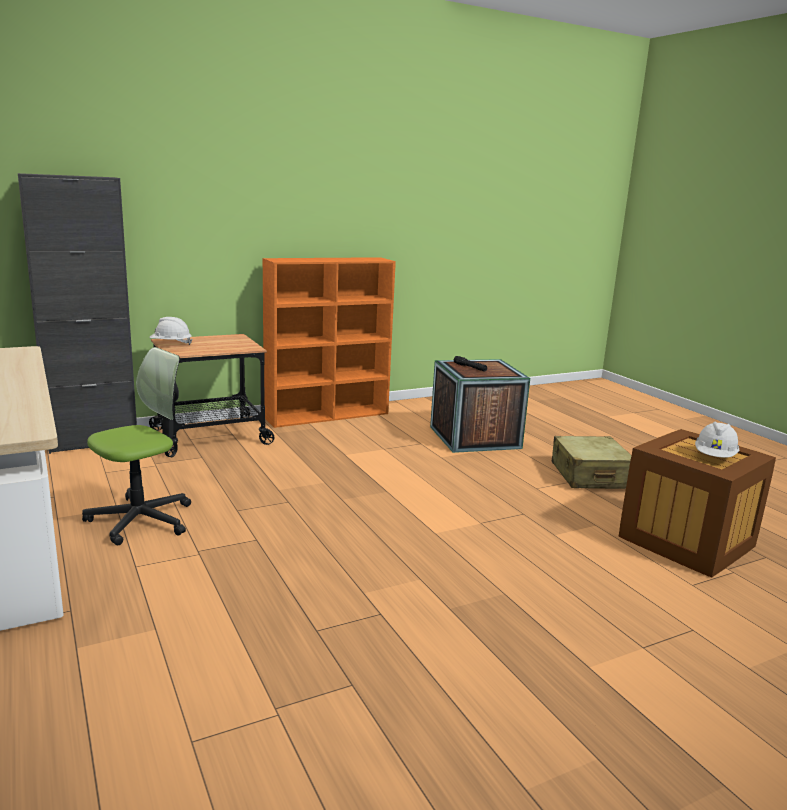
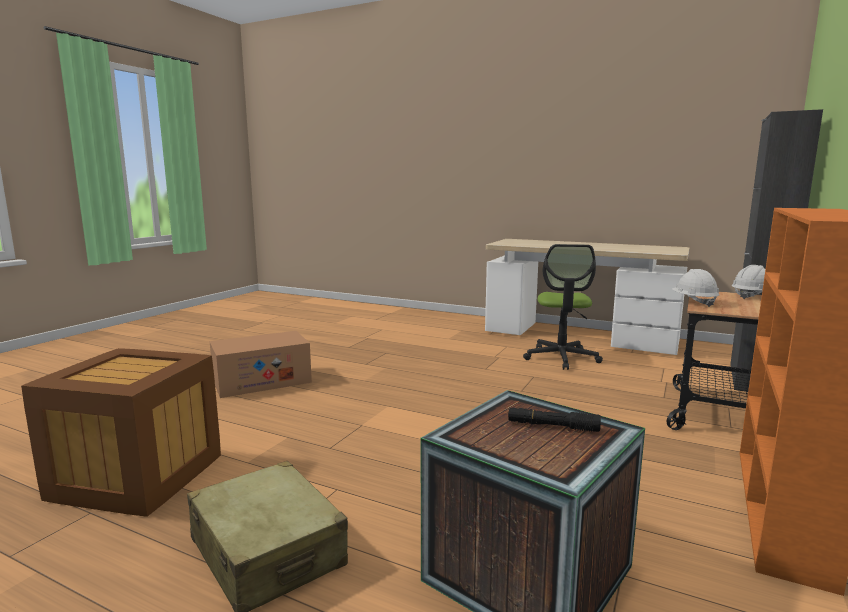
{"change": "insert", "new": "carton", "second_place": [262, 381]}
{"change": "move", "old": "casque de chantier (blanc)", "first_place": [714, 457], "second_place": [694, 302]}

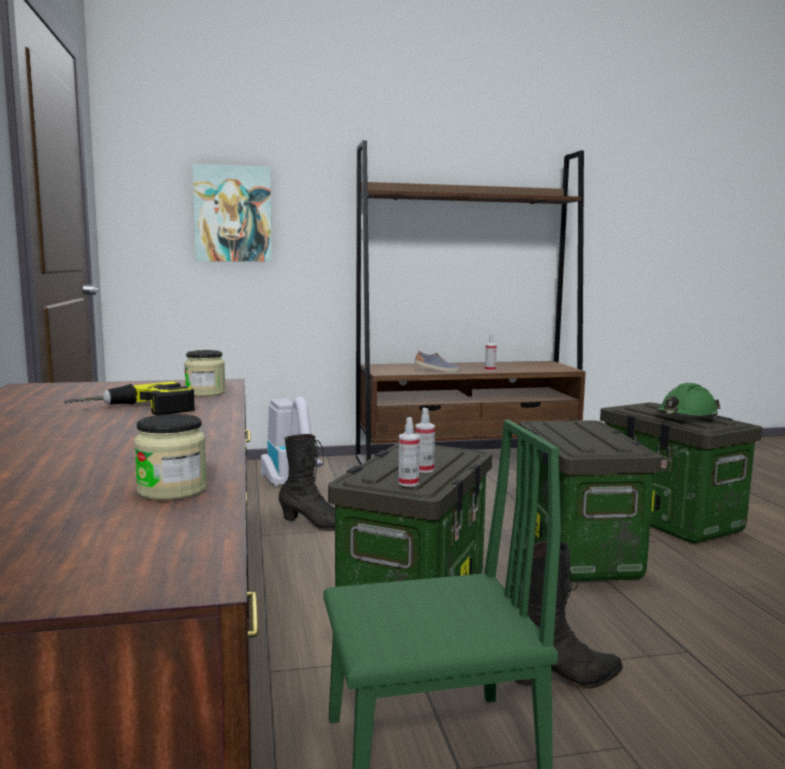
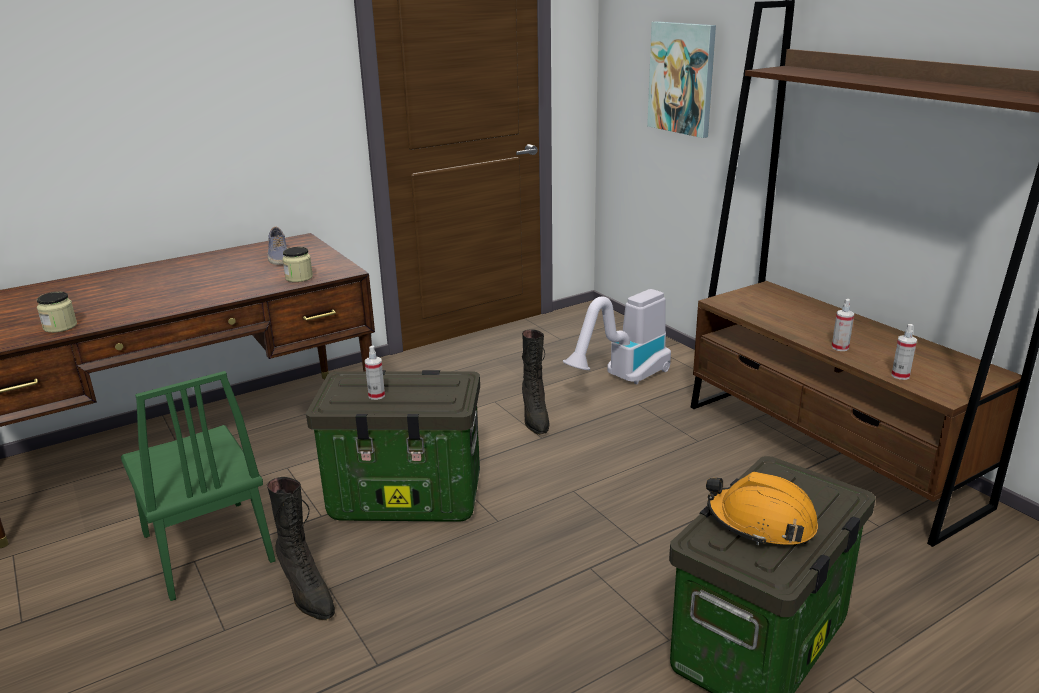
{"change": "delete", "old": "perceuse", "first_place": [136, 410]}
{"change": "delete", "old": "boîte de rangement", "first_place": [574, 553]}
{"change": "move", "old": "vaporisateur", "first_place": [408, 483], "second_place": [900, 375]}
{"change": "move", "old": "chaussure", "first_place": [437, 371], "second_place": [278, 257]}
{"change": "recolor", "old": "casque de chantier (vert)", "new": "casque de chantier (orange)", "first_place": [686, 417], "second_place": [761, 523]}

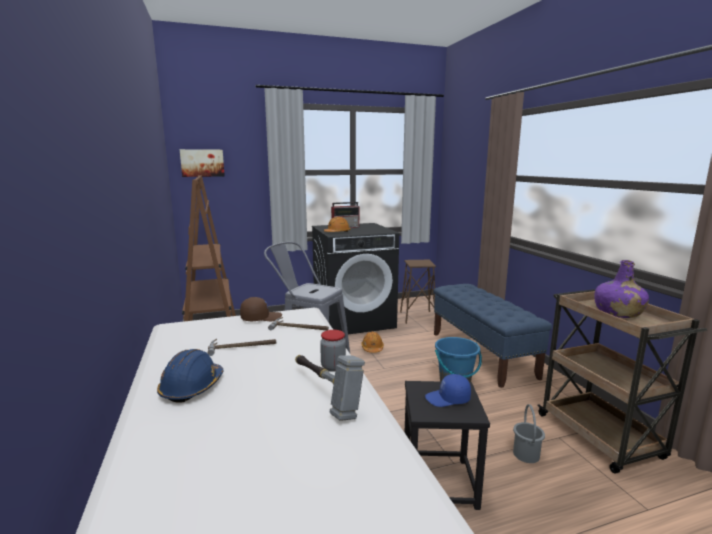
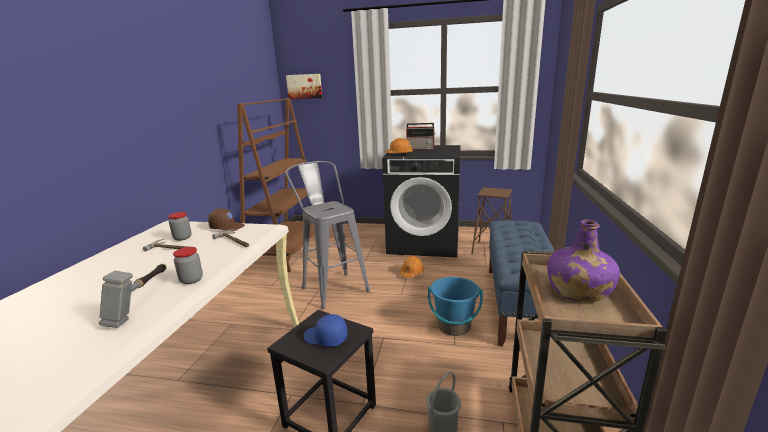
{"change": "delete", "old": "casque de chantier (bleu)", "first_place": [192, 387]}
{"change": "insert", "new": "bocal", "second_place": [182, 238]}

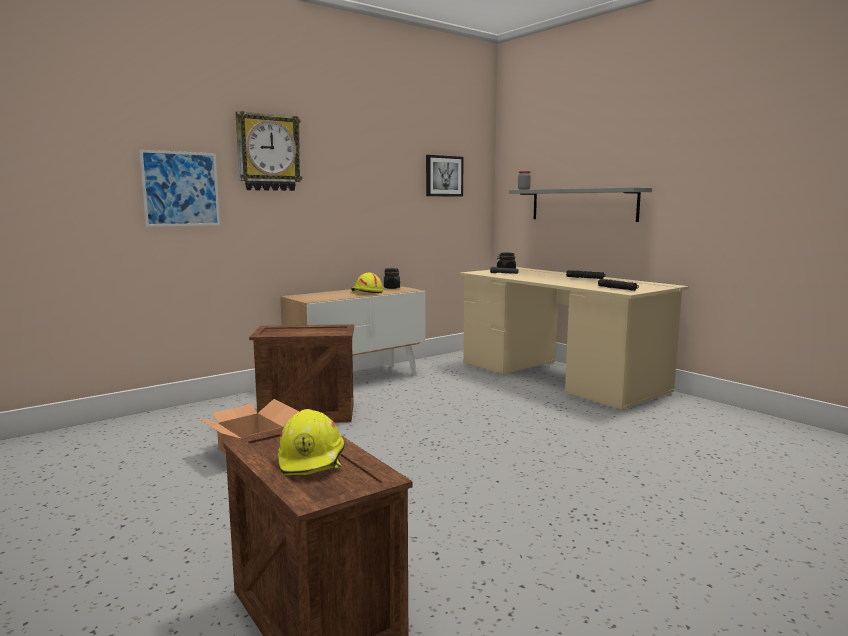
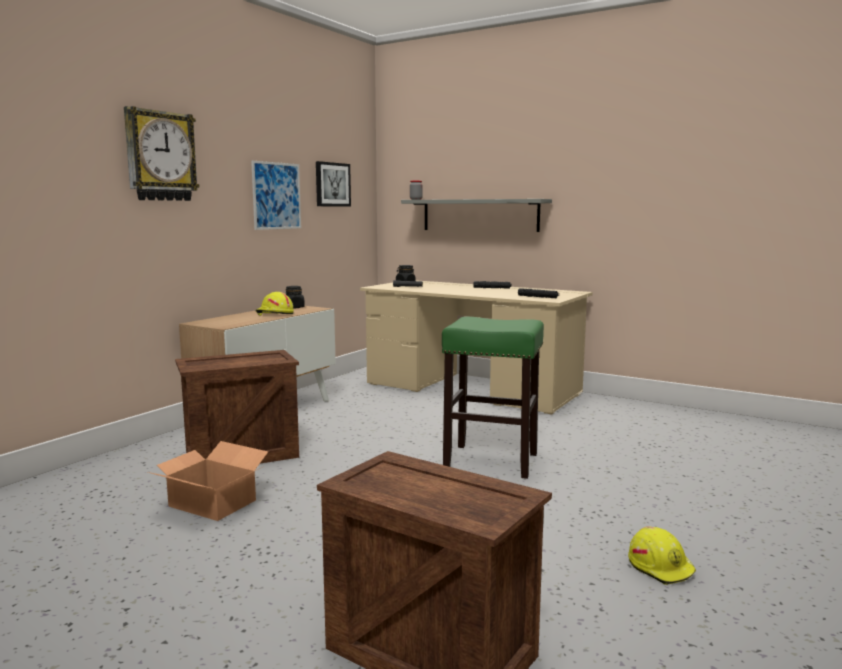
{"change": "insert", "new": "tabouret (vert)", "second_place": [492, 461]}
{"change": "move", "old": "tableau", "first_place": [181, 189], "second_place": [276, 196]}
{"change": "move", "old": "casque de chantier (jaune)", "first_place": [312, 460], "second_place": [661, 567]}

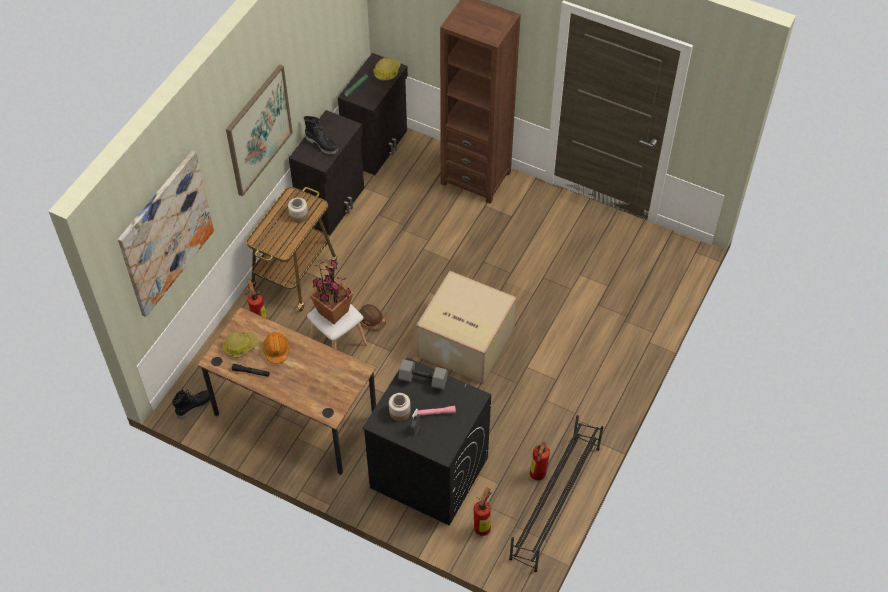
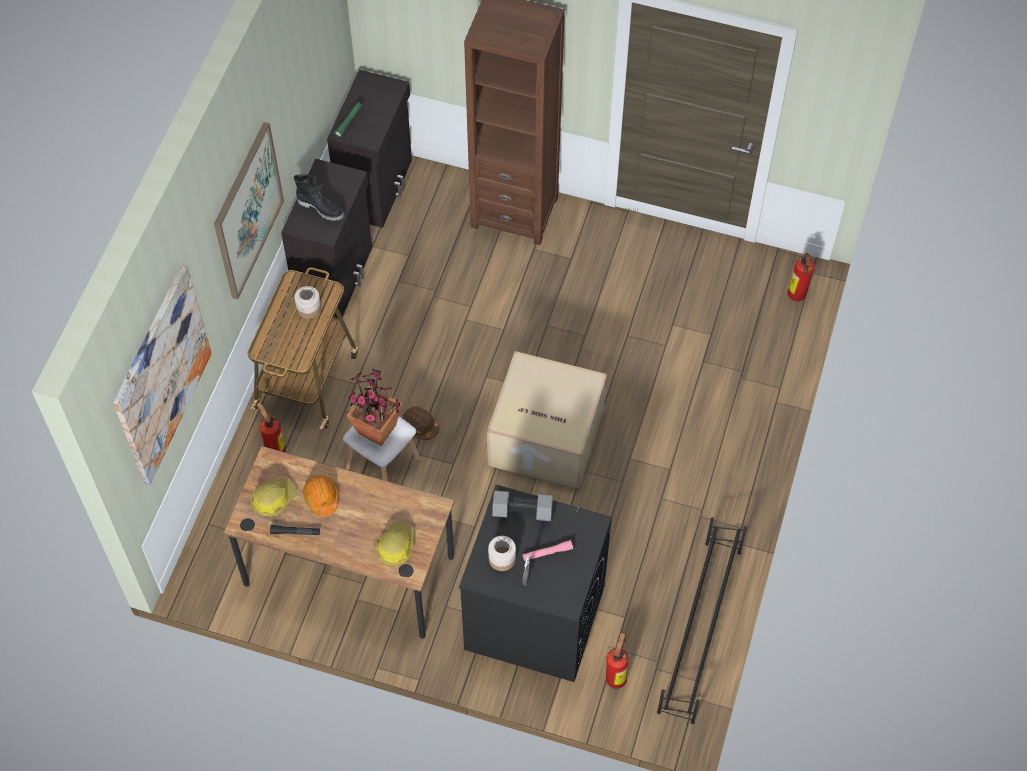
{"change": "delete", "old": "botte (noir)", "first_place": [194, 405]}
{"change": "move", "old": "casque de chantier", "first_place": [387, 72], "second_place": [396, 547]}
{"change": "move", "old": "extincteur", "first_place": [537, 476], "second_place": [796, 297]}

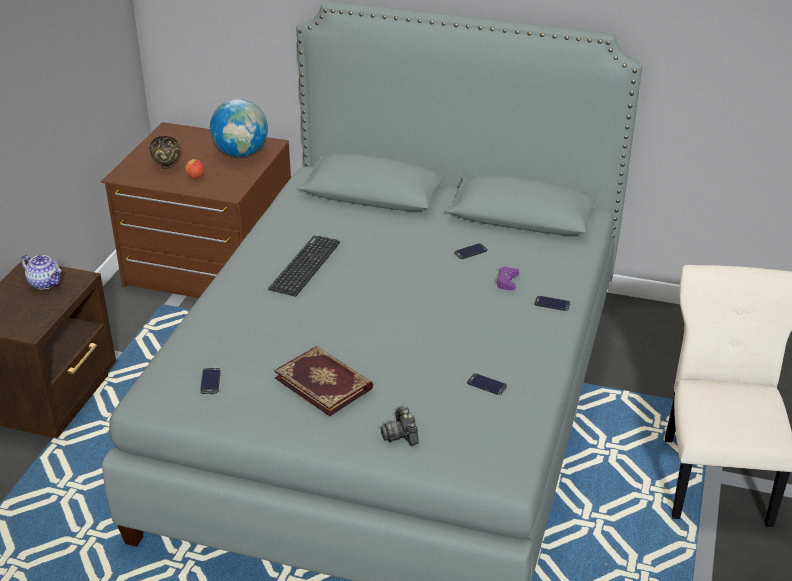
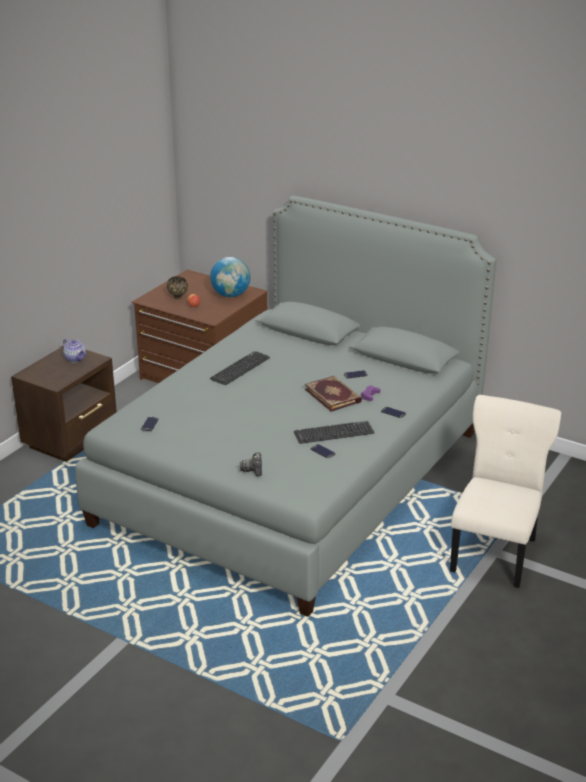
{"change": "insert", "new": "clavier", "second_place": [334, 433]}
{"change": "move", "old": "livre", "first_place": [324, 382], "second_place": [333, 395]}

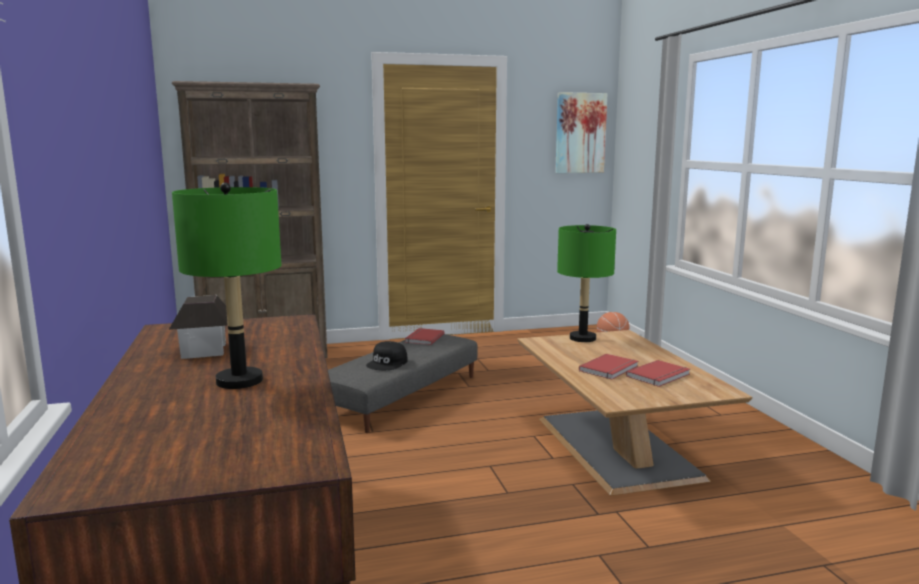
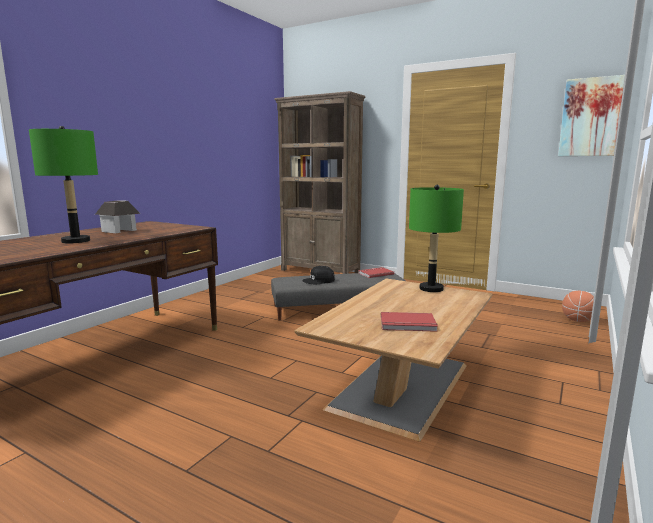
{"change": "delete", "old": "livre (rouge)", "first_place": [610, 369]}

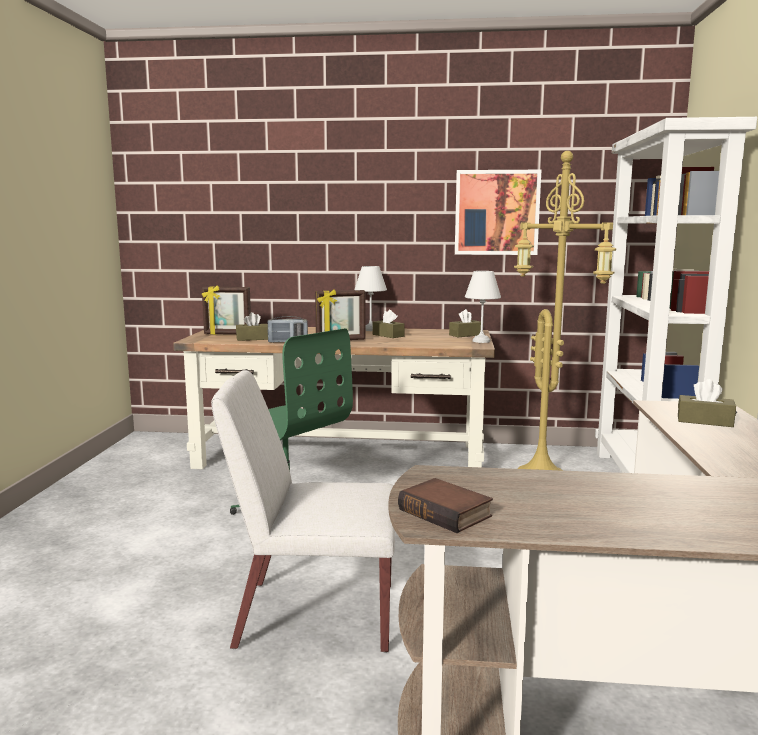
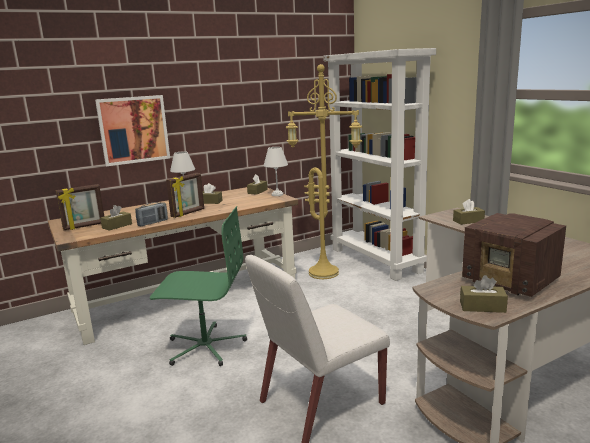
{"change": "insert", "new": "radio", "second_place": [511, 282]}
{"change": "move", "old": "tableau", "first_place": [496, 212], "second_place": [133, 130]}
{"change": "replace", "old": "livre", "new": "boîte à mouchoirs (marron)", "first_place": [447, 512], "second_place": [482, 307]}

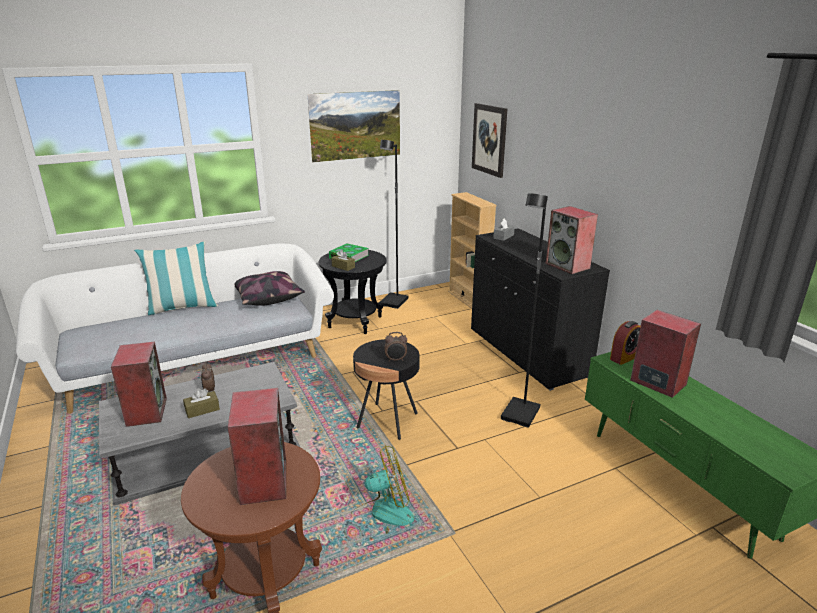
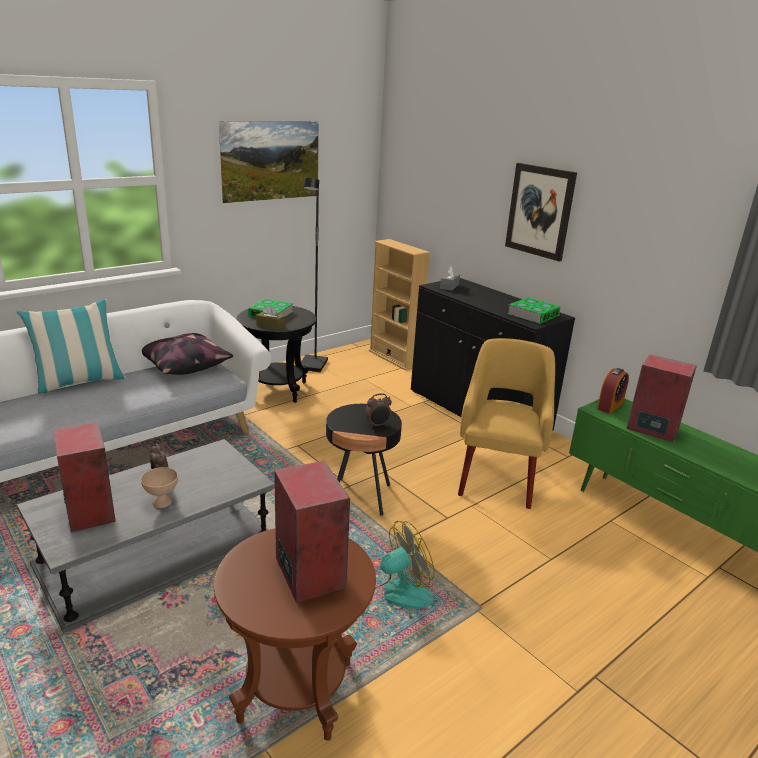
{"change": "move", "old": "tableau", "first_place": [489, 139], "second_place": [540, 211]}
{"change": "replace", "old": "boîte à mouchoirs (marron)", "new": "bol (beige)", "first_place": [202, 410], "second_place": [162, 502]}
{"change": "replace", "old": "lampadaire (noir)", "new": "fauteuil (jaune)", "first_place": [521, 414], "second_place": [498, 476]}
{"change": "replace", "old": "enceinte", "new": "livre", "first_place": [568, 266], "second_place": [533, 315]}

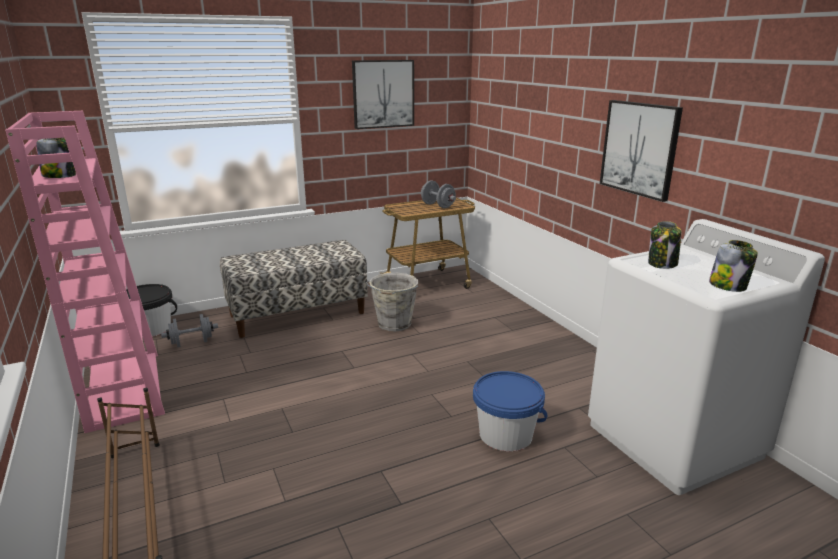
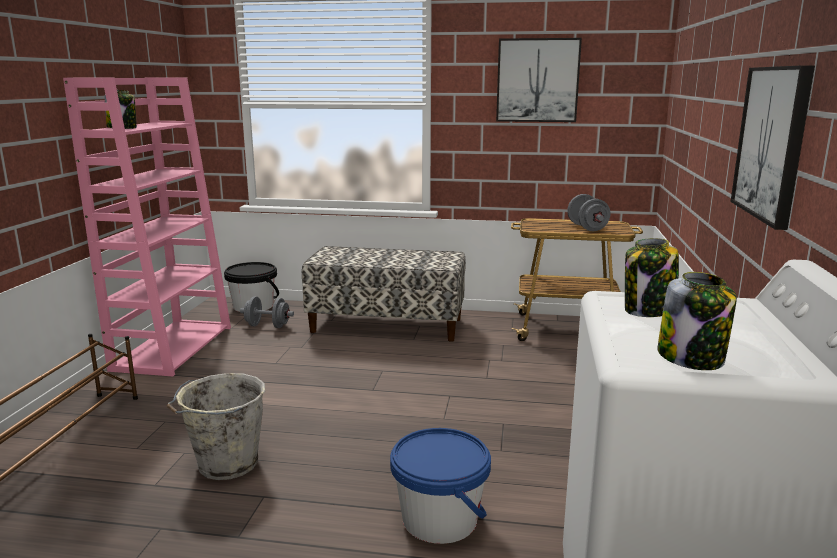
{"change": "move", "old": "seau (gris)", "first_place": [394, 324], "second_place": [225, 464]}

